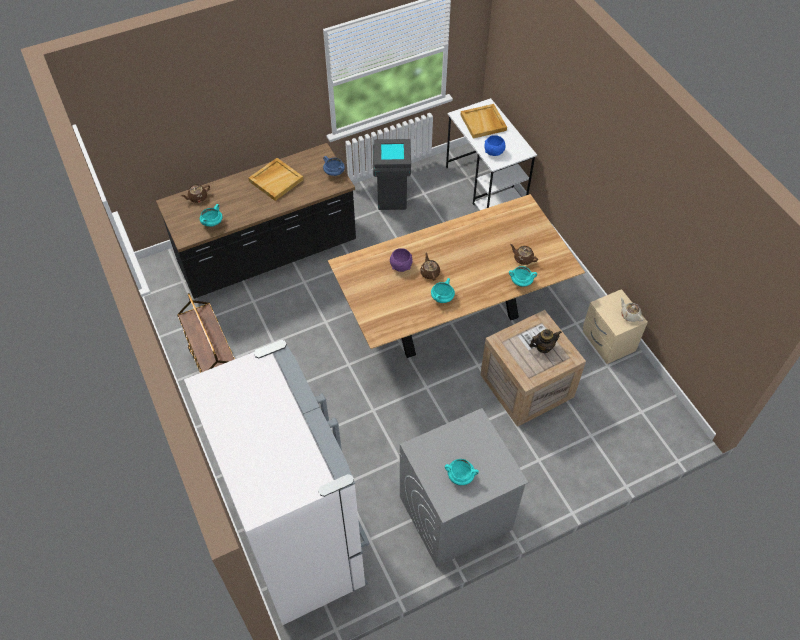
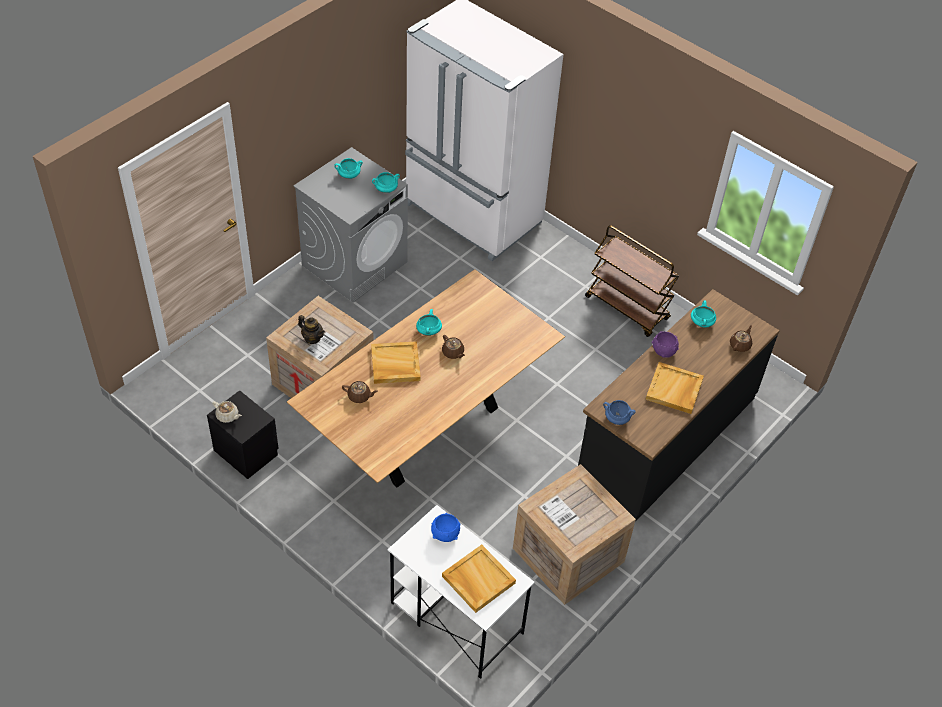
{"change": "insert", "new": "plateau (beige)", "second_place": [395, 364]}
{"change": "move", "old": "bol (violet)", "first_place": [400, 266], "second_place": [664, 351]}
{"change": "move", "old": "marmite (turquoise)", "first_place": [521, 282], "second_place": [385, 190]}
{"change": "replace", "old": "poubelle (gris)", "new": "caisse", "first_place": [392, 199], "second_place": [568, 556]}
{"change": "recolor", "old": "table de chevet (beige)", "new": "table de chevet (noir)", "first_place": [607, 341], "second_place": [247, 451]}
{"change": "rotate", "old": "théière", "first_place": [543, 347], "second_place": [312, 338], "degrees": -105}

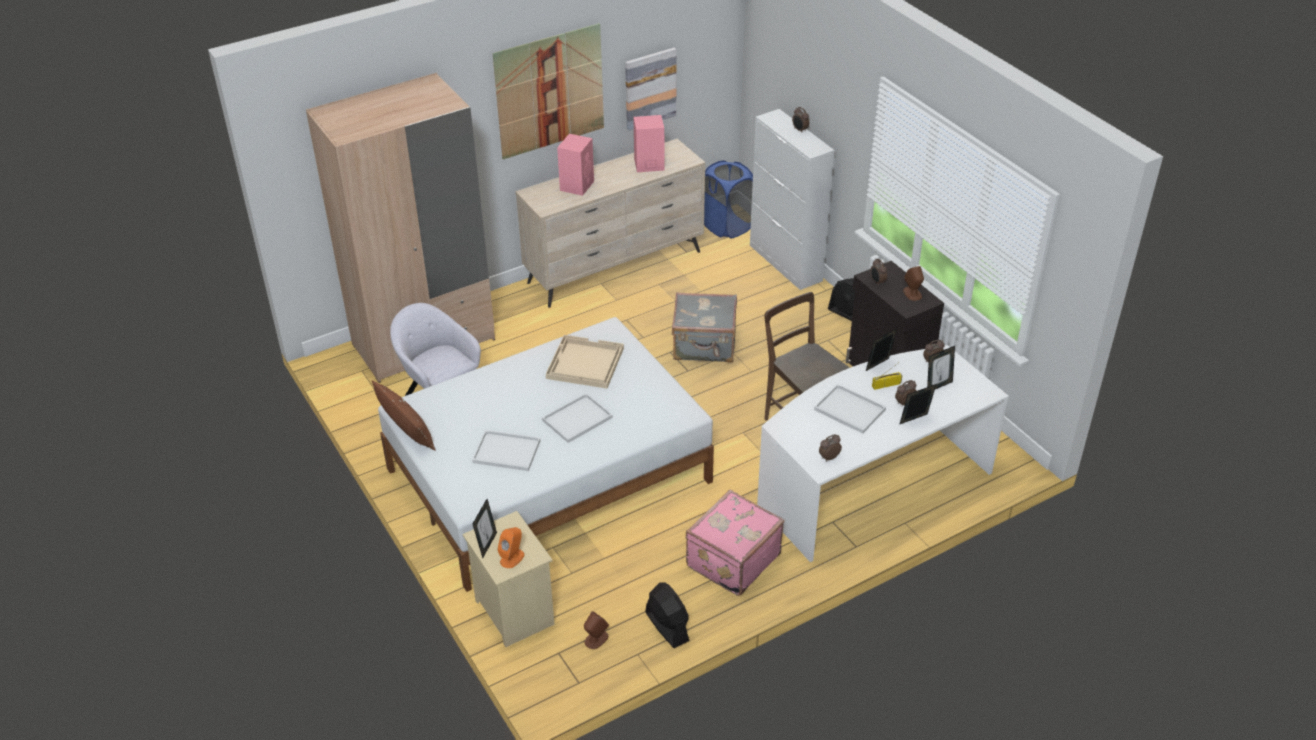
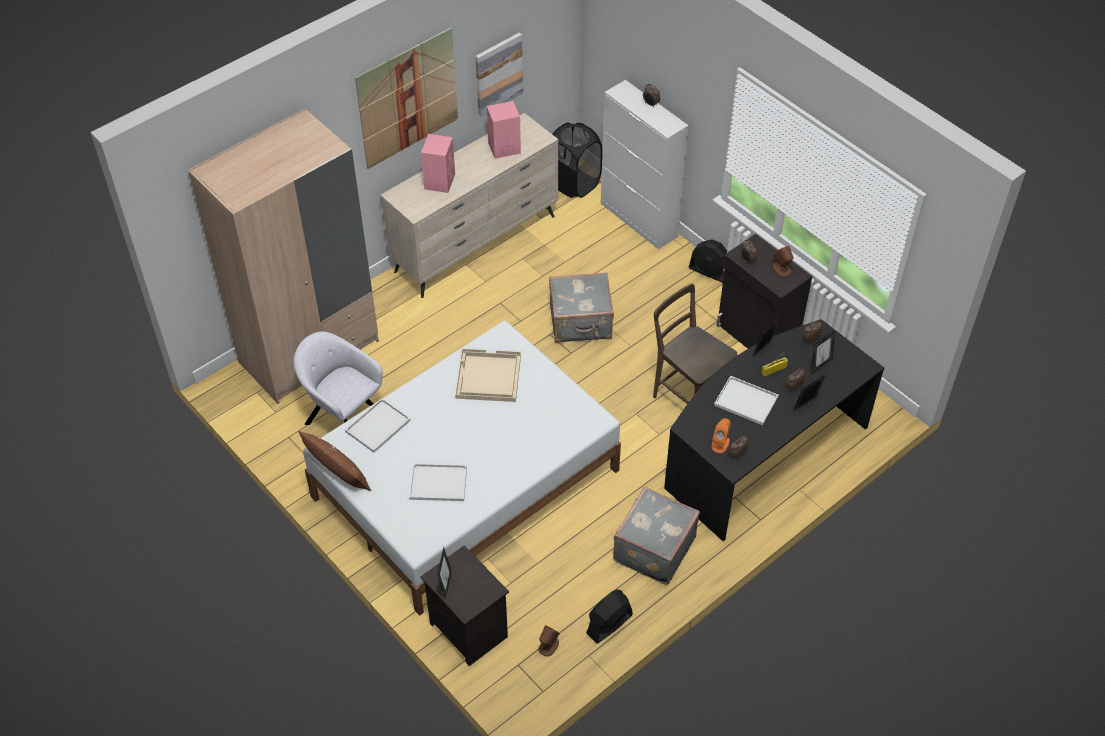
{"change": "move", "old": "enceinte (orange)", "first_place": [512, 558], "second_place": [720, 443]}
{"change": "move", "old": "plateau (blanc)", "first_place": [578, 418], "second_place": [378, 425]}
{"change": "recolor", "old": "table de chevet (beige)", "new": "table de chevet (noir)", "first_place": [512, 612], "second_place": [467, 630]}
{"change": "recolor", "old": "valise (rose)", "new": "valise (gris)", "first_place": [731, 560], "second_place": [652, 549]}
{"change": "recolor", "old": "panier à linge (bleu)", "new": "panier à linge (noir)", "first_place": [727, 226], "second_place": [574, 183]}
{"change": "recolor", "old": "bureau (blanc)", "new": "bureau (noir)", "first_place": [871, 484], "second_place": [762, 453]}
{"change": "rotate", "old": "ventilateur (noir)", "first_place": [667, 626], "second_place": [609, 624], "degrees": -90}

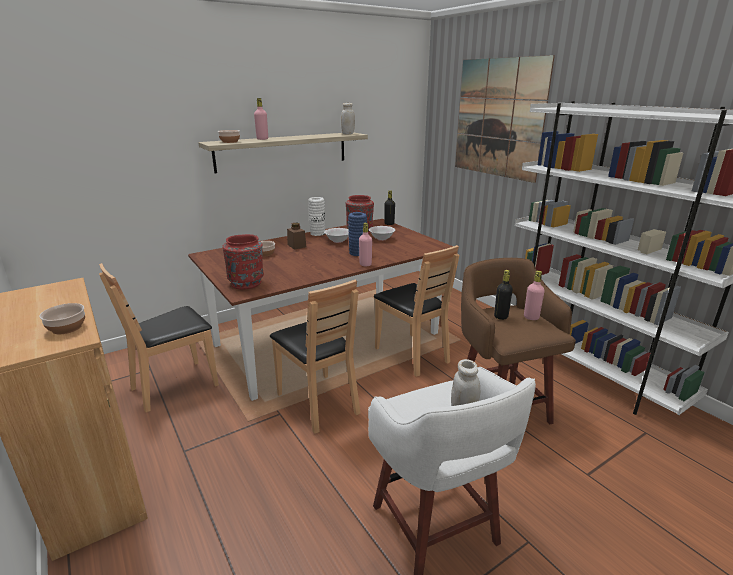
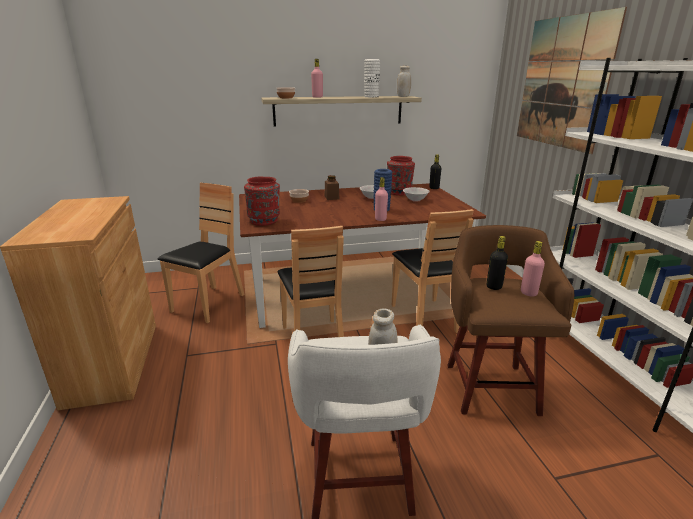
{"change": "delete", "old": "bol", "first_place": [66, 328]}
{"change": "move", "old": "vase (blanc)", "first_place": [317, 233], "second_place": [371, 96]}
{"change": "rotate", "old": "chaise (marron)", "first_place": [175, 386], "second_place": [208, 304], "degrees": 135}

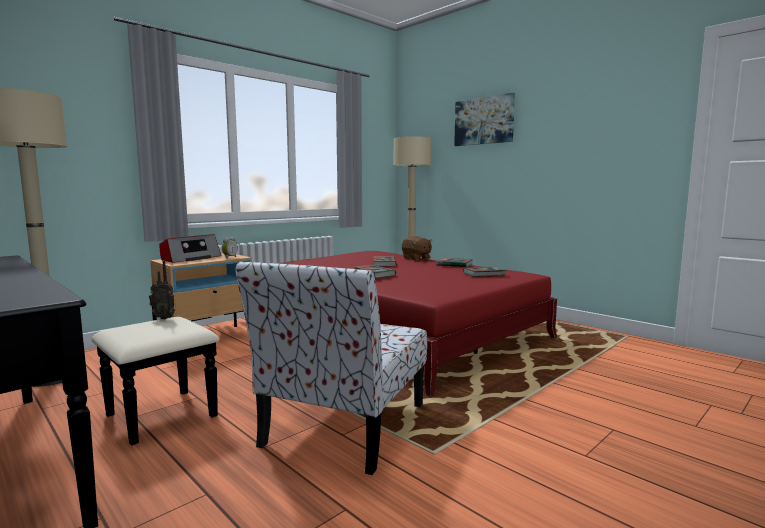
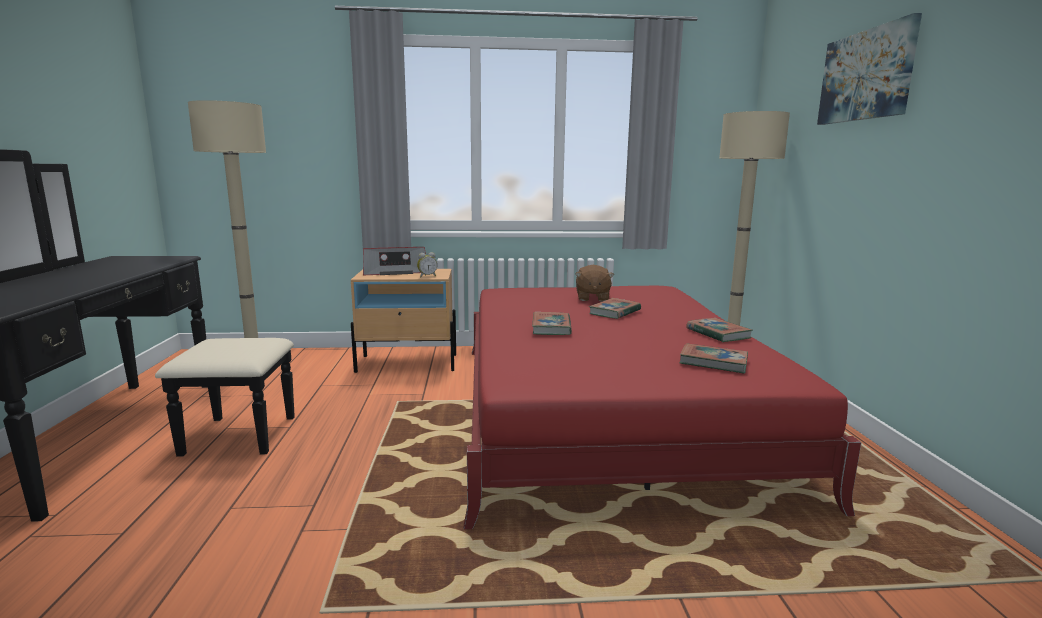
{"change": "delete", "old": "radio", "first_place": [164, 318]}
{"change": "delete", "old": "chaise", "first_place": [343, 426]}
{"change": "move", "old": "peluche (marron)", "first_place": [416, 258], "second_place": [592, 298]}

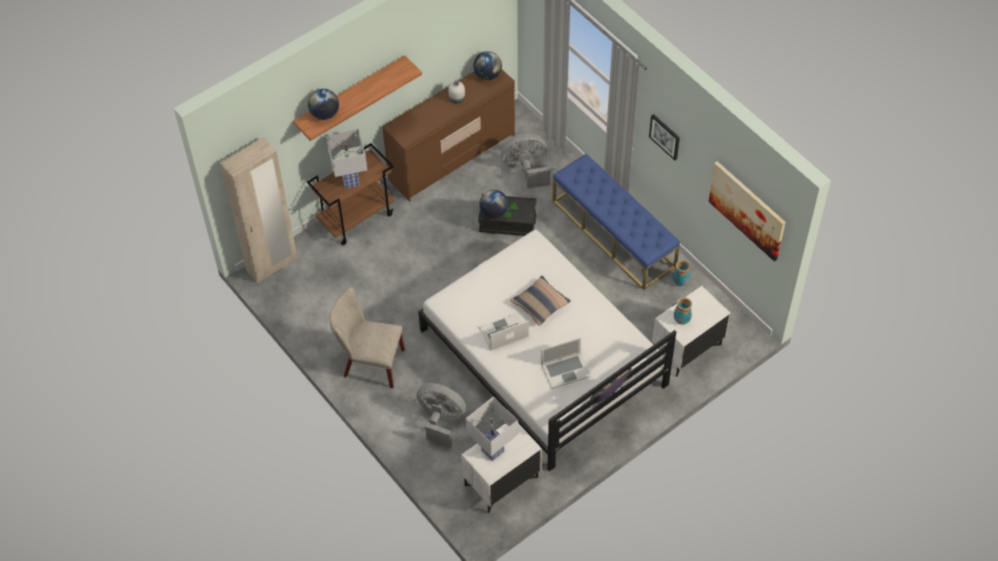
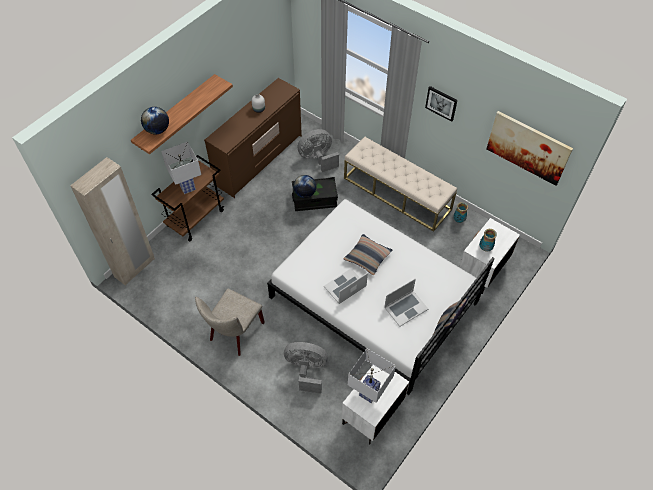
{"change": "delete", "old": "globe", "first_place": [487, 75]}
{"change": "recolor", "old": "banc (bleu)", "new": "banc (beige)", "first_place": [614, 233], "second_place": [397, 193]}
{"change": "rotate", "old": "chaise (beige)", "first_place": [369, 363], "second_place": [234, 333], "degrees": -60}

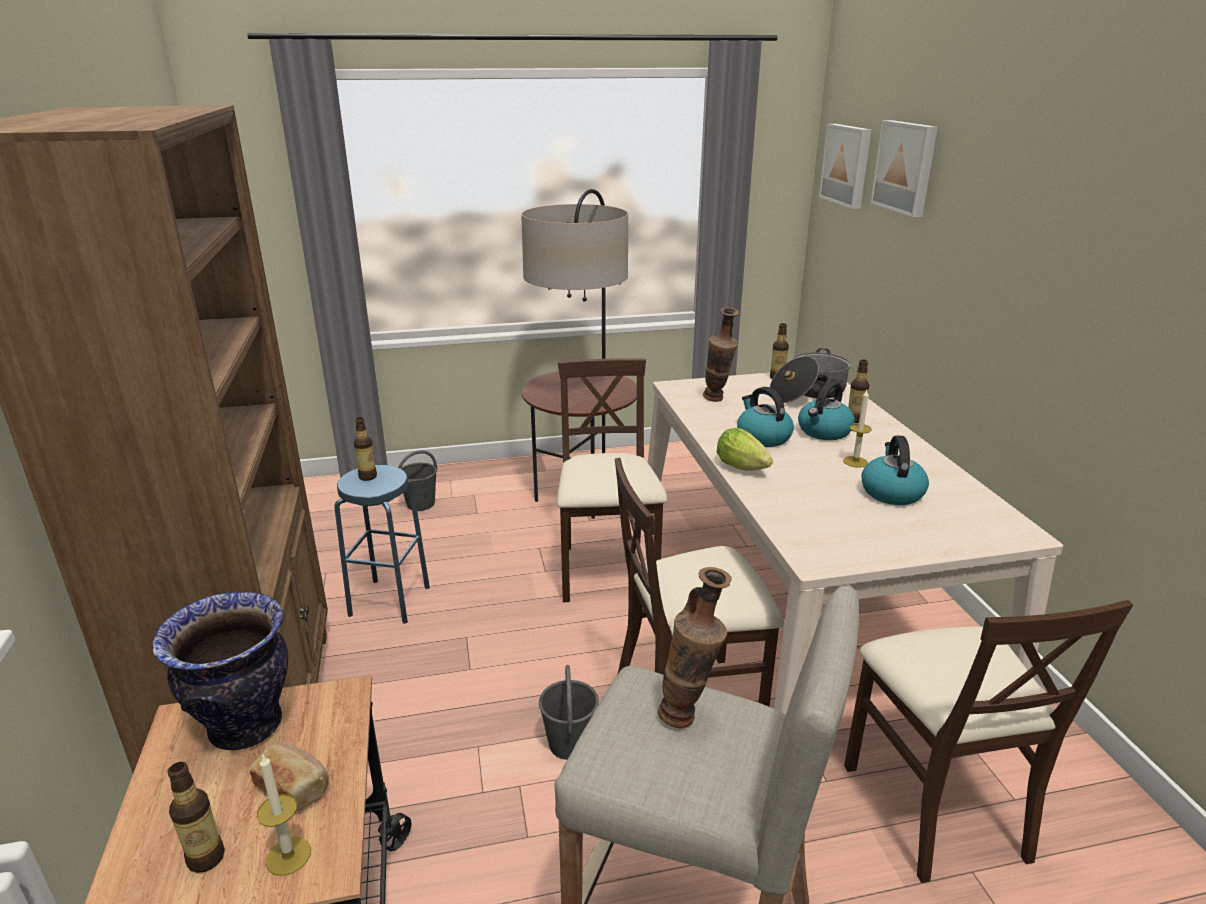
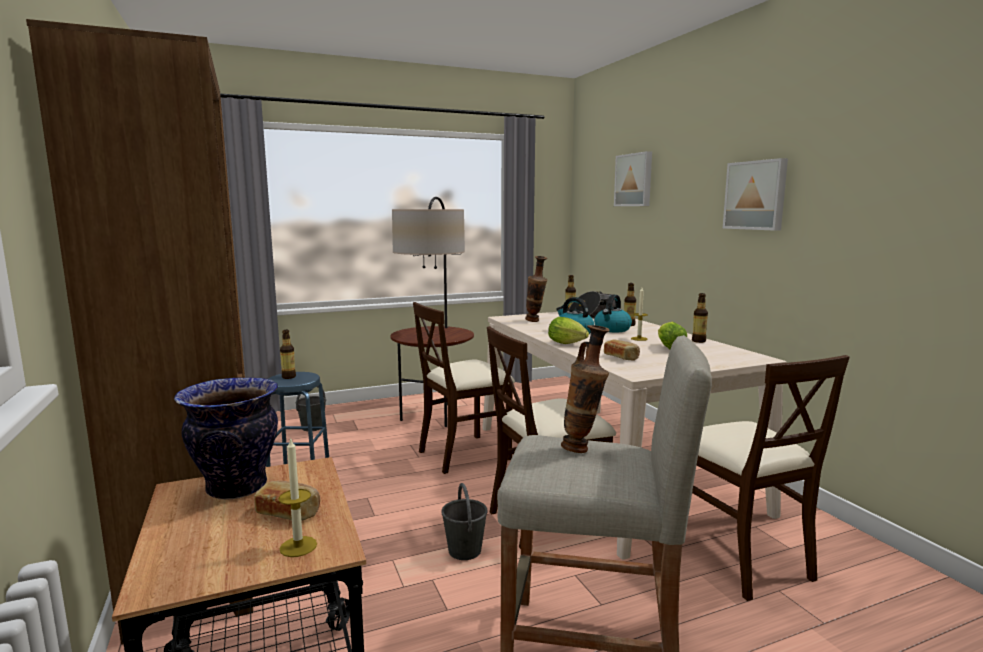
{"change": "insert", "new": "pain", "second_place": [621, 357]}
{"change": "move", "old": "bouteille", "first_place": [206, 858], "second_place": [698, 341]}
{"change": "move", "old": "tableau", "first_place": [847, 165], "second_place": [756, 195]}
{"change": "replace", "old": "bouilloire", "new": "laitue", "first_place": [891, 492], "second_place": [669, 348]}
{"change": "rotate", "old": "chaise (beige)", "first_place": [607, 572], "second_place": [464, 454], "degrees": -105}

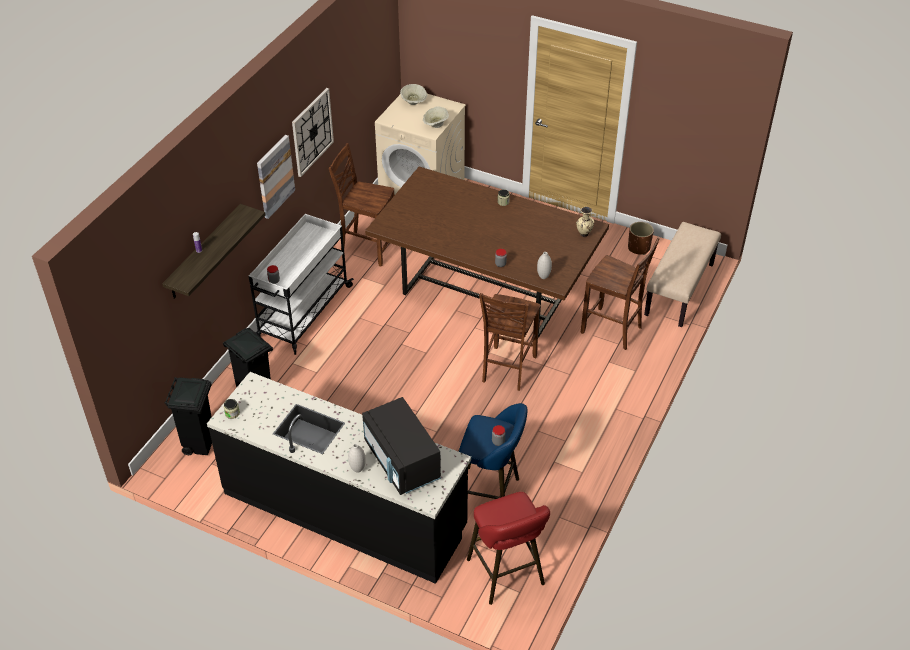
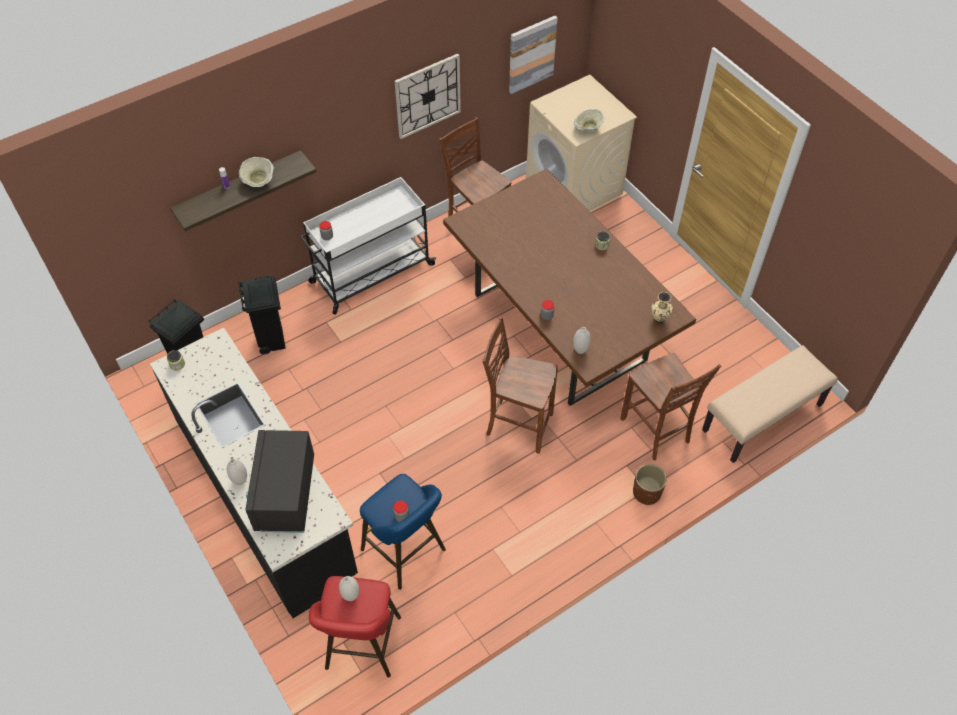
{"change": "insert", "new": "vase (blanc)", "second_place": [351, 596]}
{"change": "move", "old": "tableau", "first_place": [274, 176], "second_place": [531, 54]}
{"change": "move", "old": "bol (beige)", "first_place": [414, 102], "second_place": [259, 182]}
{"change": "move", "old": "cache-pot (marron)", "first_place": [638, 248], "second_place": [646, 492]}
{"change": "rotate", "old": "chaise (marron)", "first_place": [507, 369], "second_place": [518, 424], "degrees": 60}

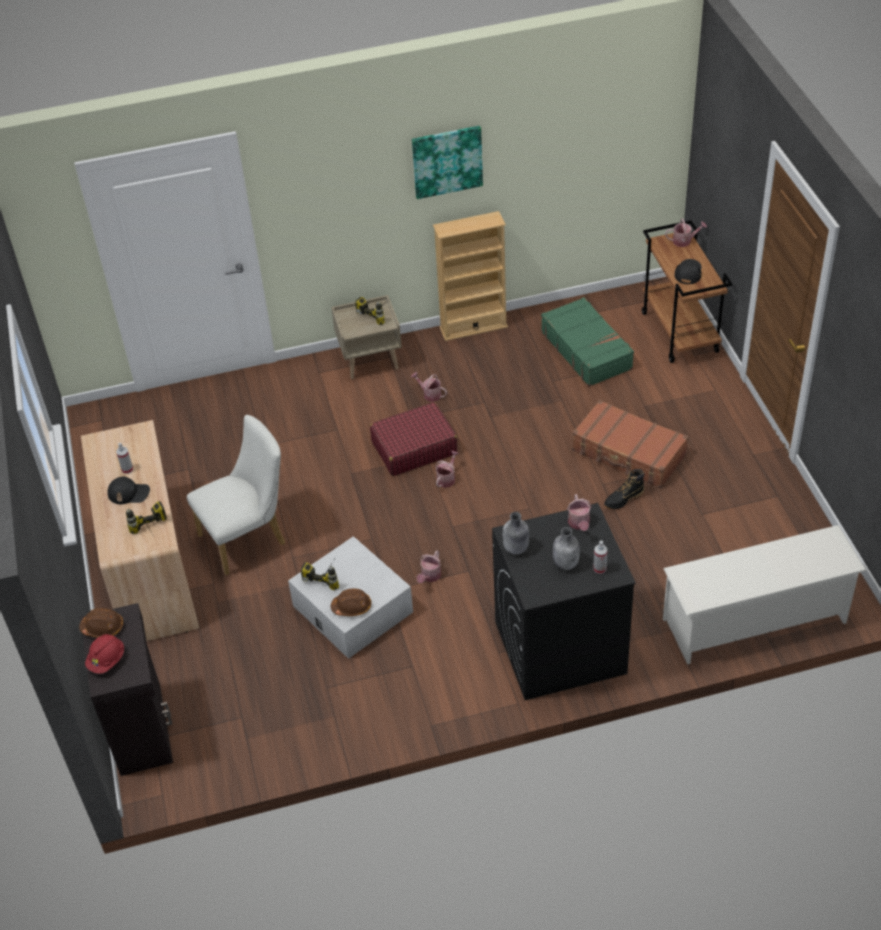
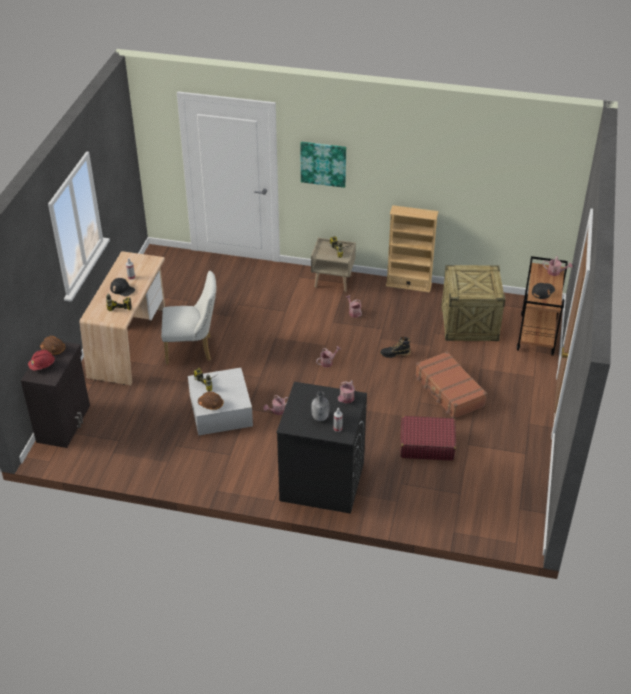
{"change": "delete", "old": "bouteille (gris)", "first_place": [516, 548]}
{"change": "delete", "old": "étagère à chaussures (blanc)", "first_place": [755, 621]}
{"change": "move", "old": "valise (rouge)", "first_place": [414, 448], "second_place": [426, 444]}
{"change": "move", "old": "tableau", "first_place": [447, 161], "second_place": [323, 163]}
{"change": "move", "old": "botte (noir)", "first_place": [623, 499], "second_place": [395, 354]}
{"change": "replace", "old": "valise (vert)", "new": "caisse", "first_place": [586, 350], "second_place": [469, 323]}

